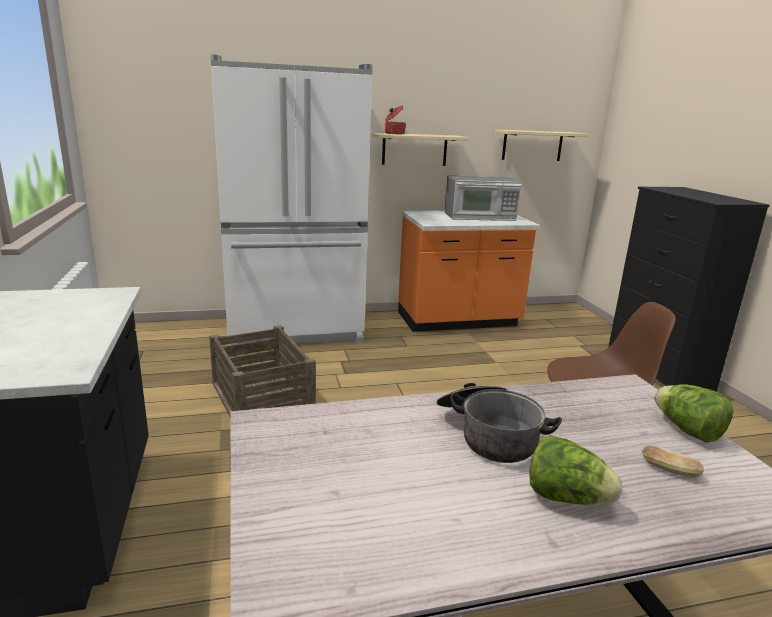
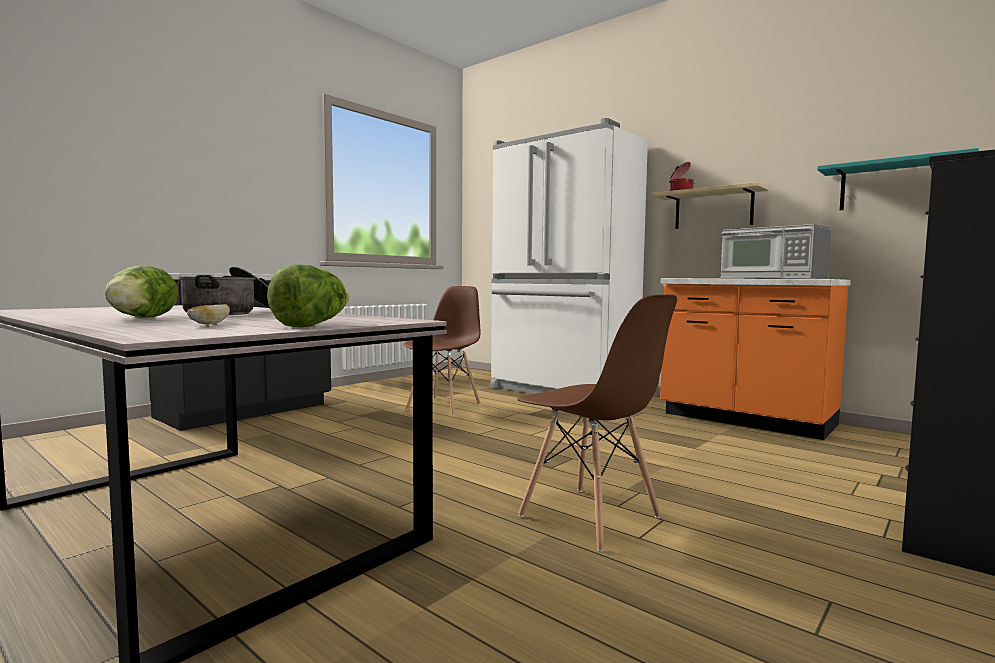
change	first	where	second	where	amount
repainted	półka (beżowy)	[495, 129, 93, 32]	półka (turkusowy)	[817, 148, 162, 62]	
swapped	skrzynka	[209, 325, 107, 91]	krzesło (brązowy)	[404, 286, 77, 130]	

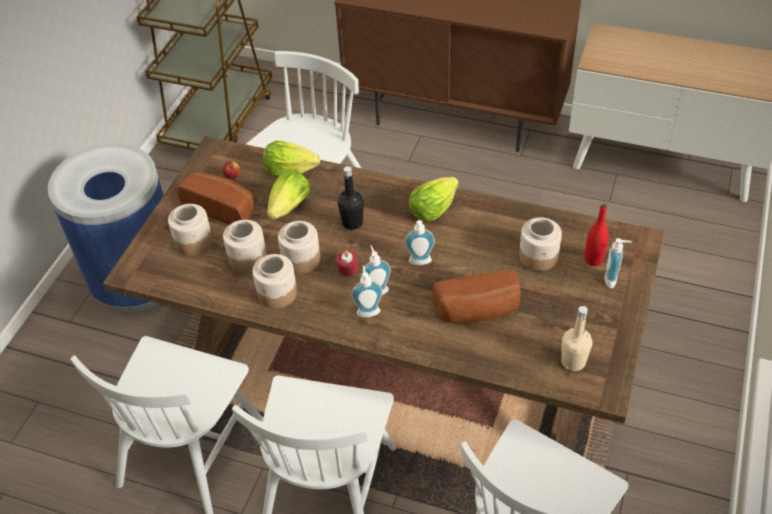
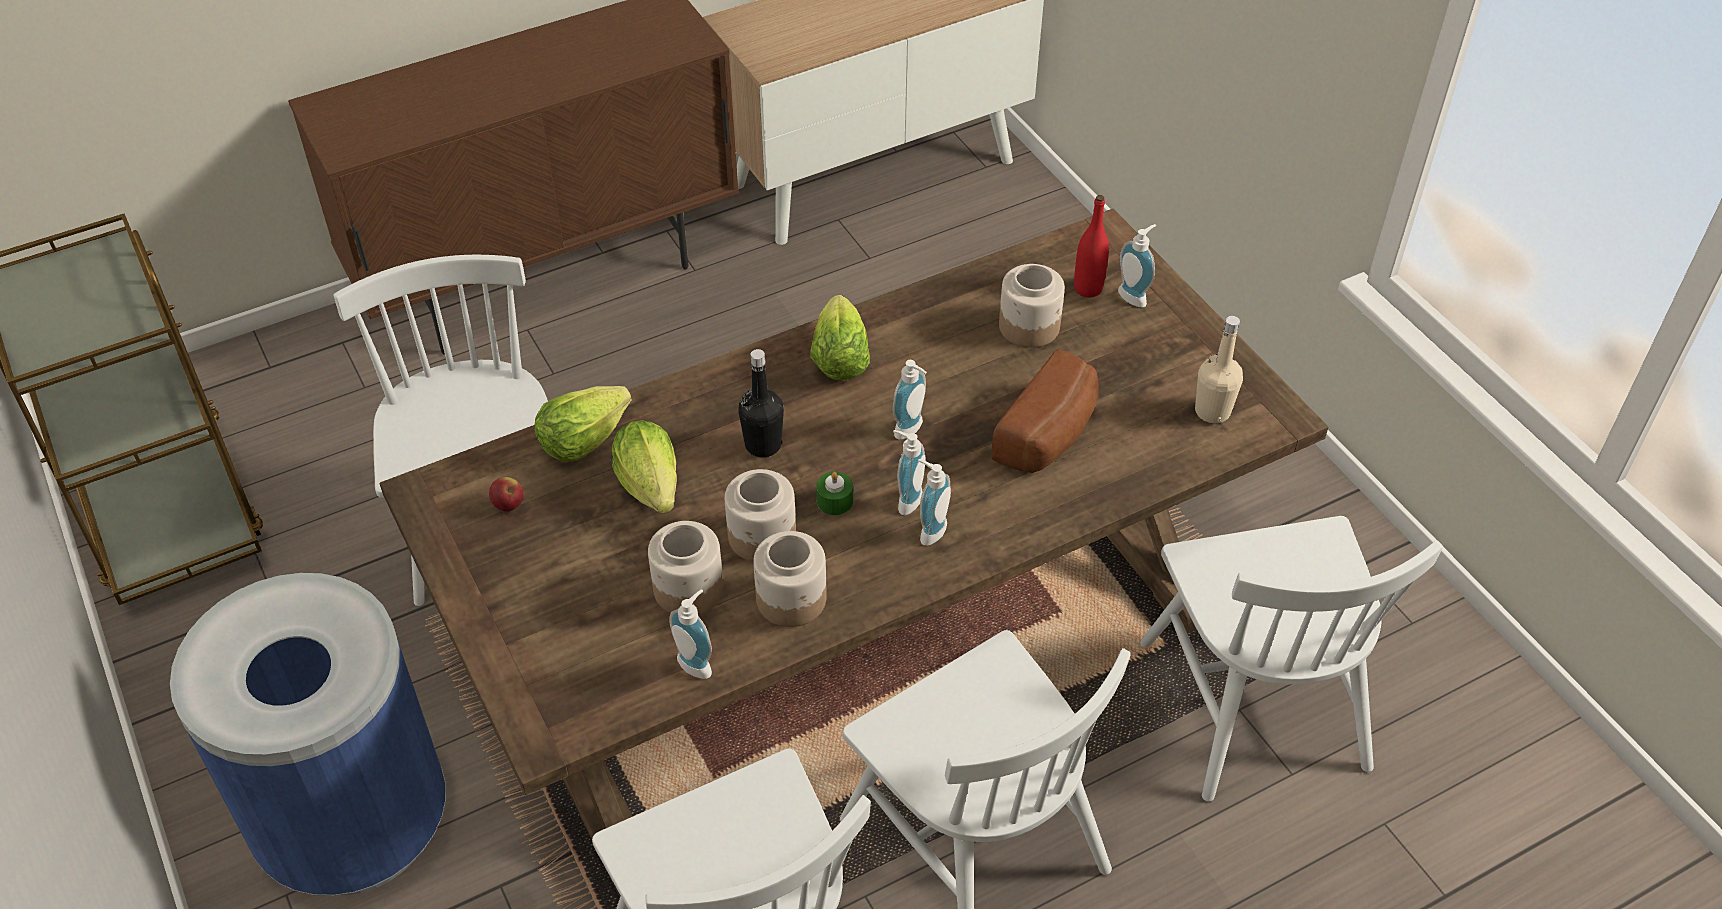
change	first	where	second	where	amount
gone	chleb	[177, 172, 77, 53]			
gone	słoik	[168, 204, 45, 52]			
repainted	świeca (czerwony)	[336, 250, 23, 26]	świeca (zielony)	[816, 472, 37, 43]	
new			dozownik mydła	[669, 589, 43, 90]	

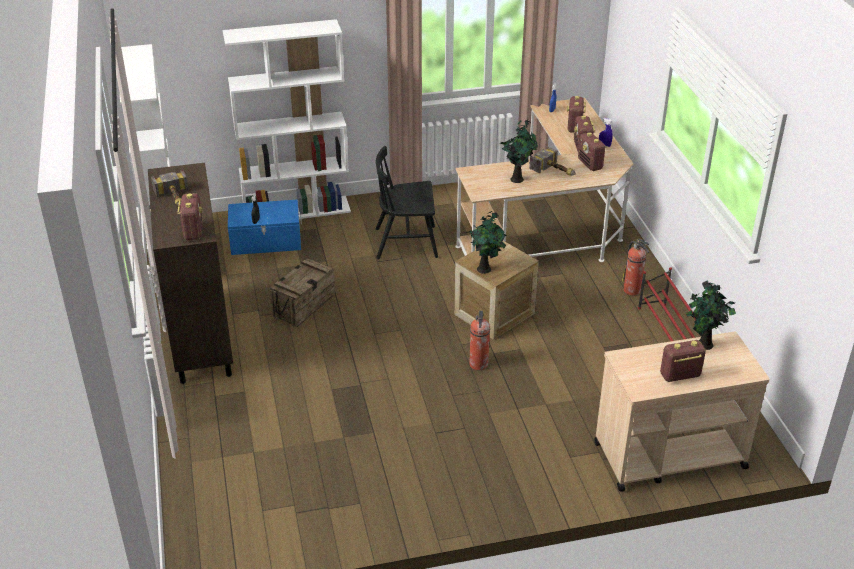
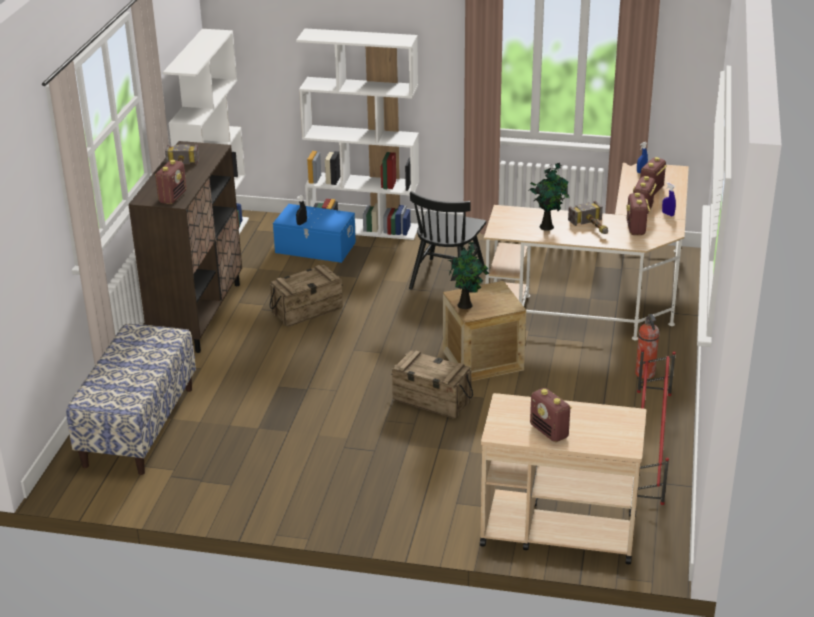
change	first	where	second	where	amount
rotated	krzesło (czarny)	[376, 146, 62, 113]		[409, 191, 77, 98]	90 degrees counterclockwise
gone	roślina doniczkowa	[686, 280, 50, 70]			
swapped	gaśnica	[469, 311, 21, 59]	skrzynka	[391, 350, 82, 69]	
rotated	radio	[660, 340, 46, 42]		[530, 388, 42, 54]	135 degrees counterclockwise
new			ławka	[66, 323, 130, 152]	

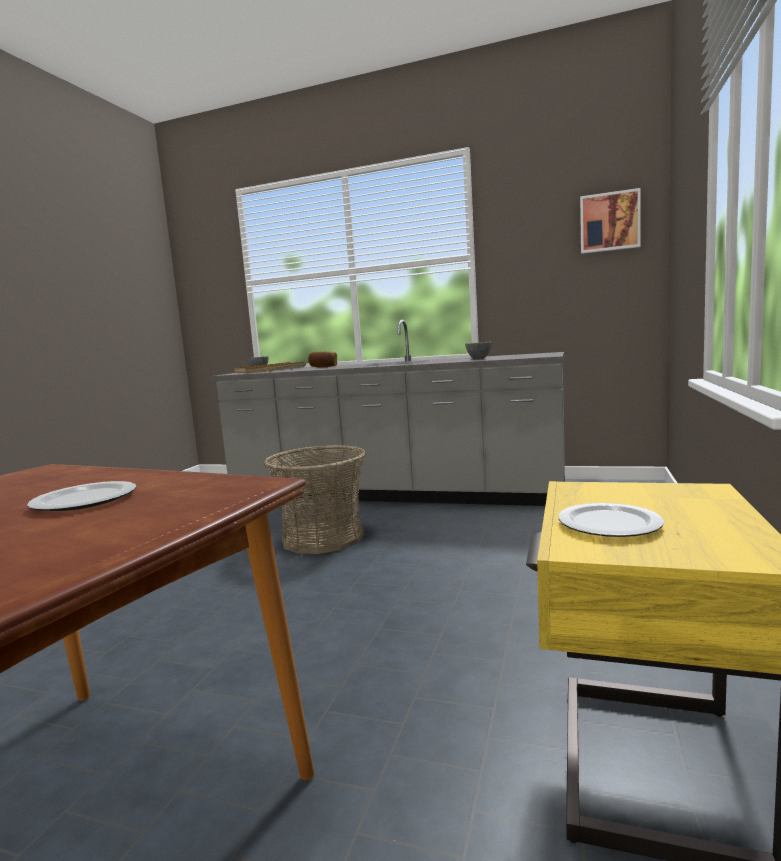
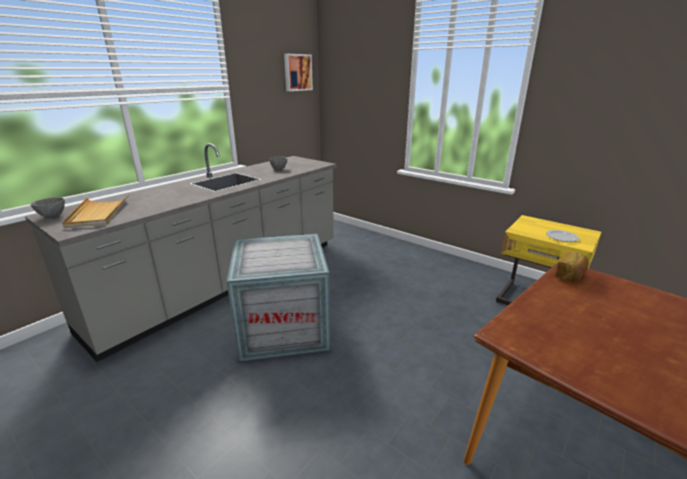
change	first	where	second	where	amount
shifted	chleb	[308, 351, 29, 16]		[555, 252, 33, 30]	
swapped	koszyk	[263, 445, 103, 109]	skrzynka	[227, 234, 104, 128]	
gone	talerz	[27, 481, 109, 30]			

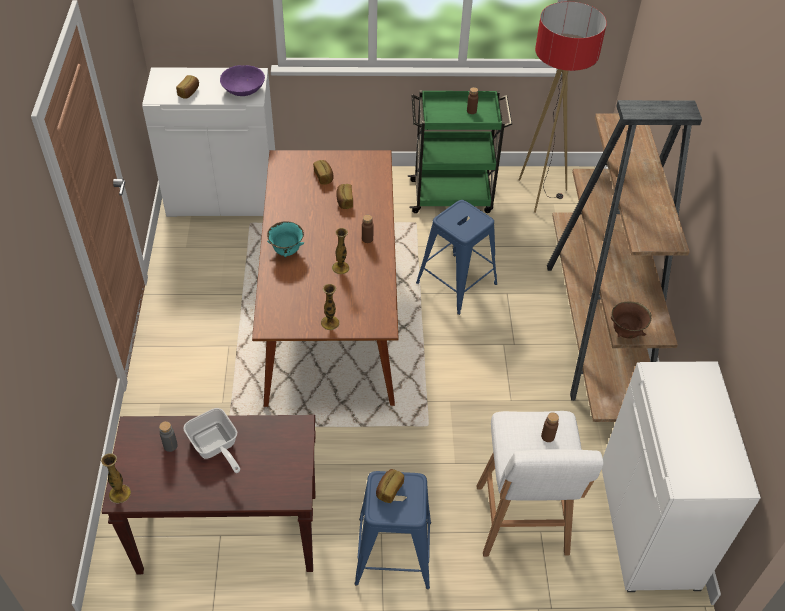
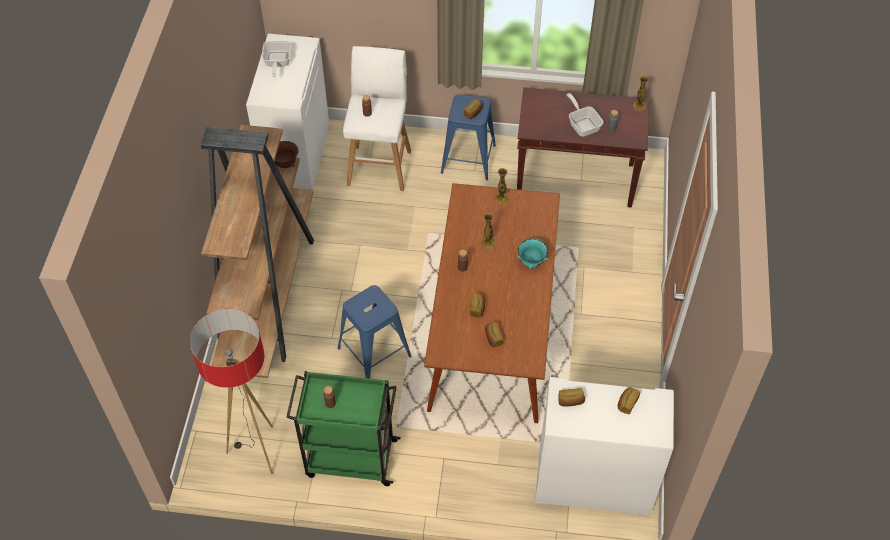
change	first	where	second	where	amount
swapped	miska (fioletowy)	[220, 65, 45, 31]	chleb	[558, 388, 27, 18]	
new			patelnia	[262, 41, 29, 36]	

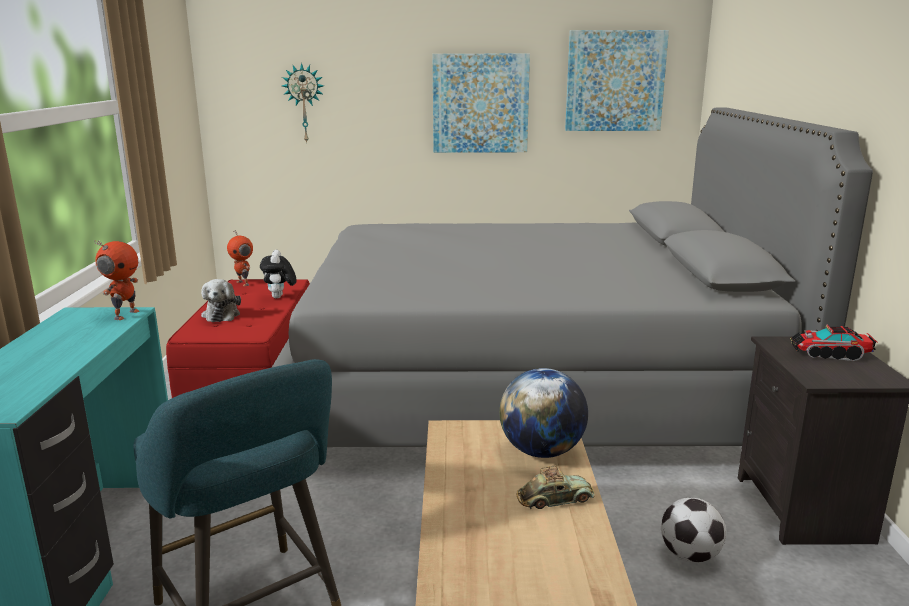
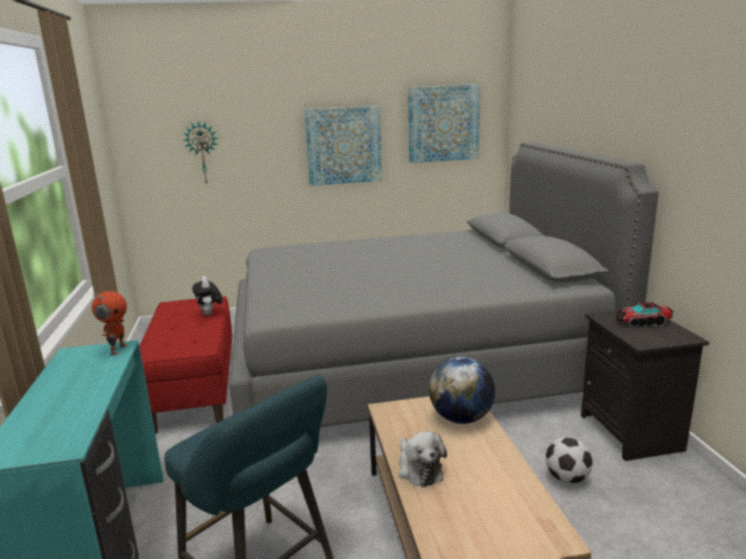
change	first	where	second	where	amount
gone	robot zabawkowy	[227, 230, 26, 56]			
shifted	pluszak	[201, 279, 40, 43]		[399, 431, 48, 56]	
gone	samochodzik	[517, 466, 78, 43]			

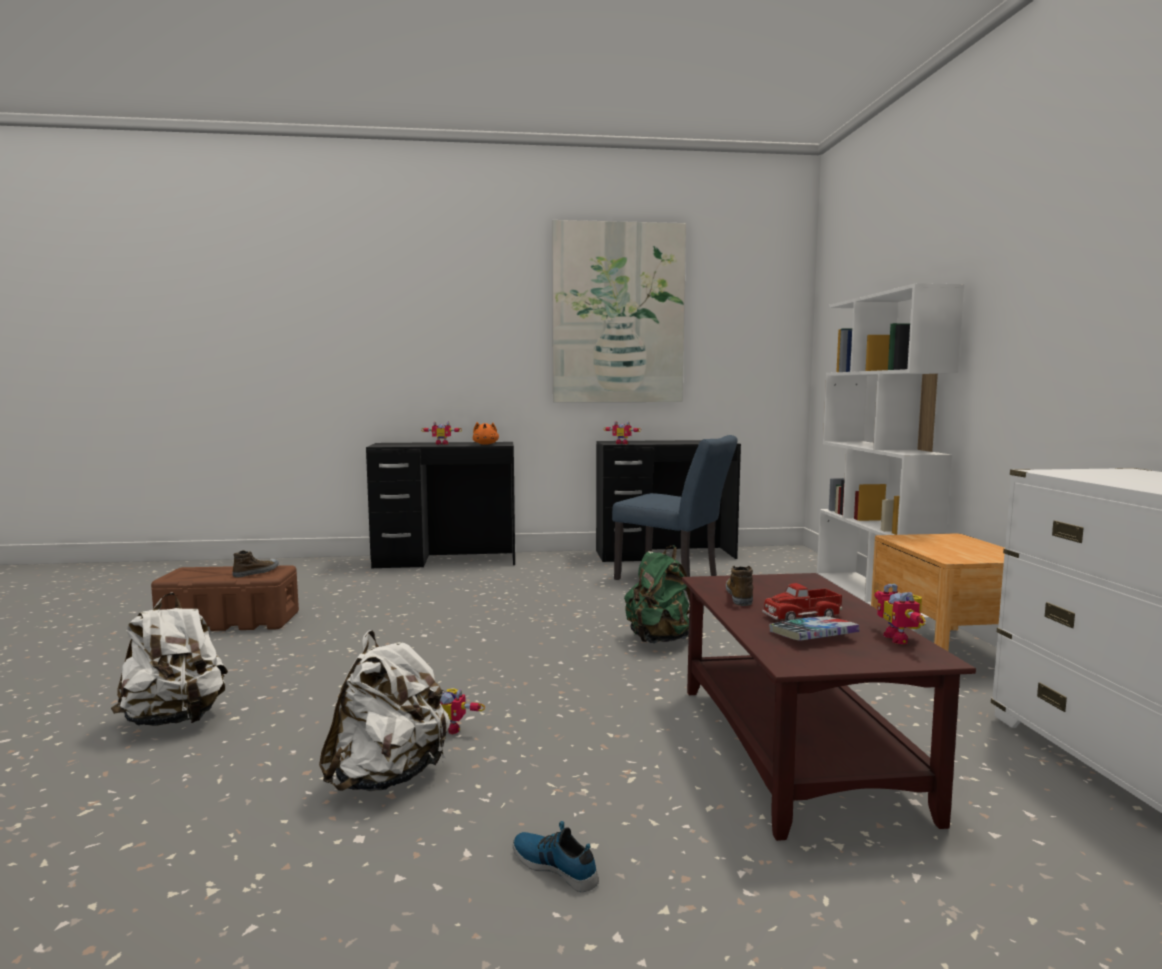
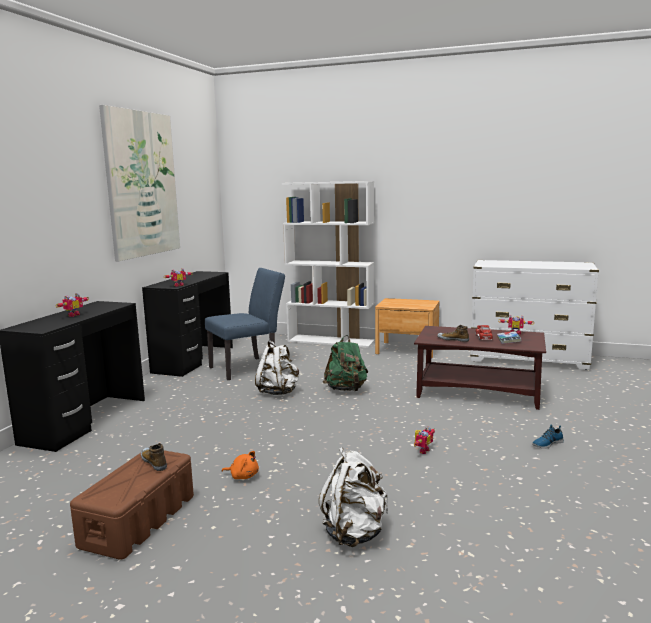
change	first	where	second	where	amount
shifted	pluszak (pomarańczowy)	[473, 422, 26, 23]		[222, 451, 37, 28]	
shifted	plecak (biały)	[319, 630, 131, 161]		[255, 340, 44, 55]	

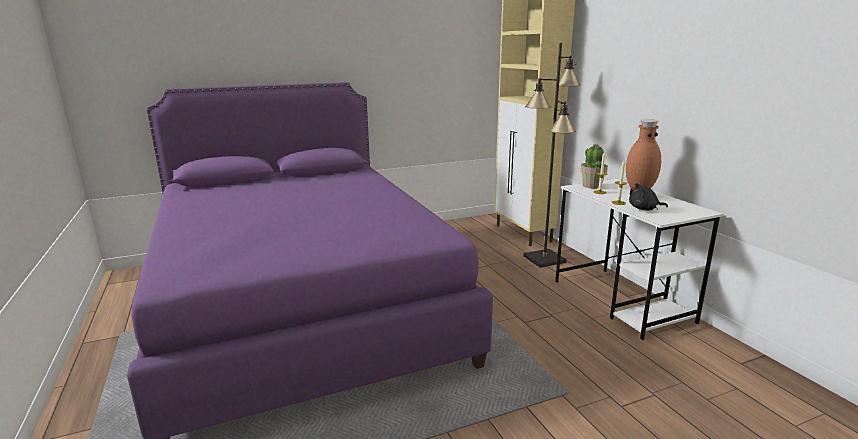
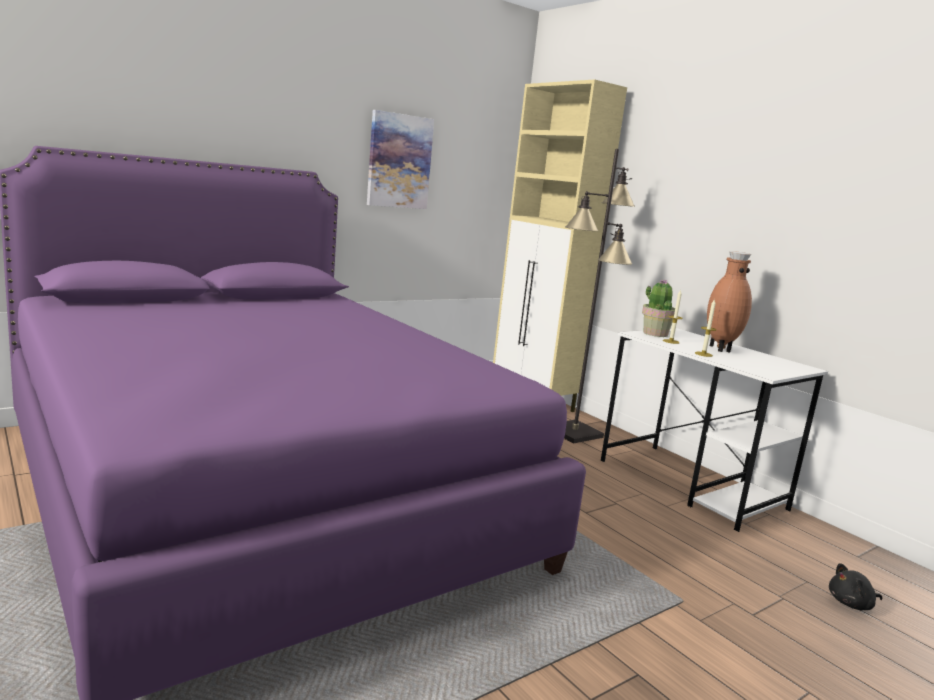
change	first	where	second	where	amount
shifted	pluszak (czarny)	[629, 183, 39, 27]		[829, 563, 54, 47]	
new			obraz	[367, 110, 67, 99]	

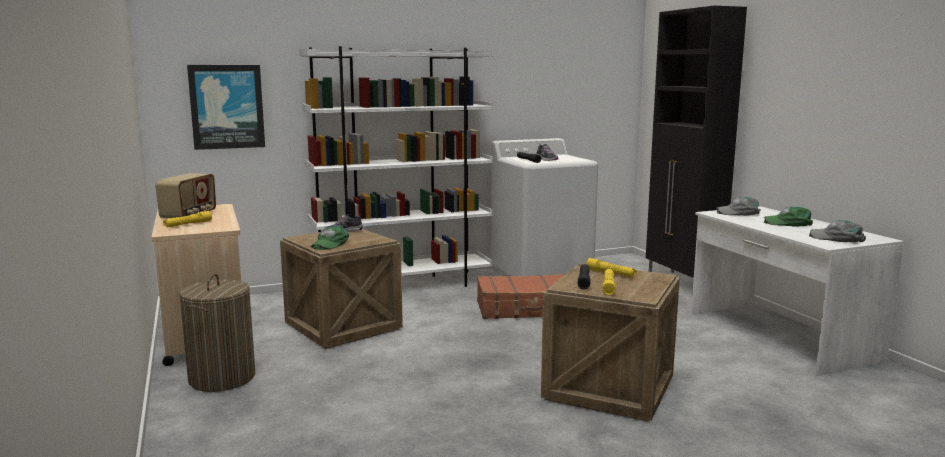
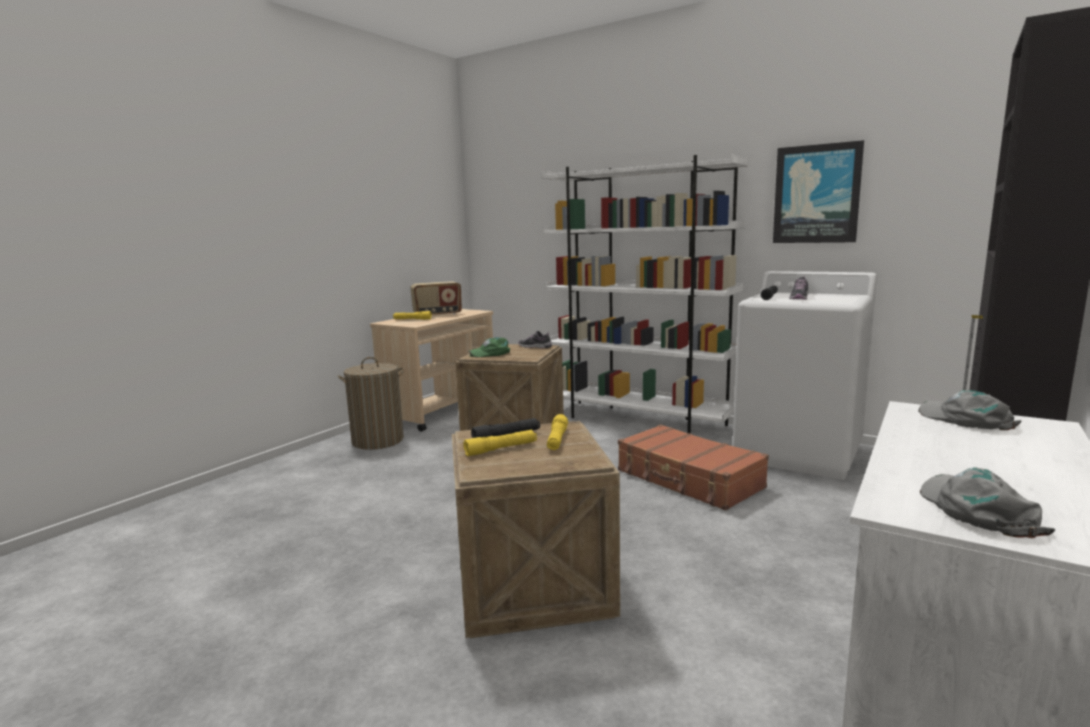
change	first	where	second	where	amount
shifted	obraz	[187, 65, 78, 85]		[773, 140, 91, 103]	
gone	czapka z daszkiem (zielony)	[764, 207, 49, 20]			

